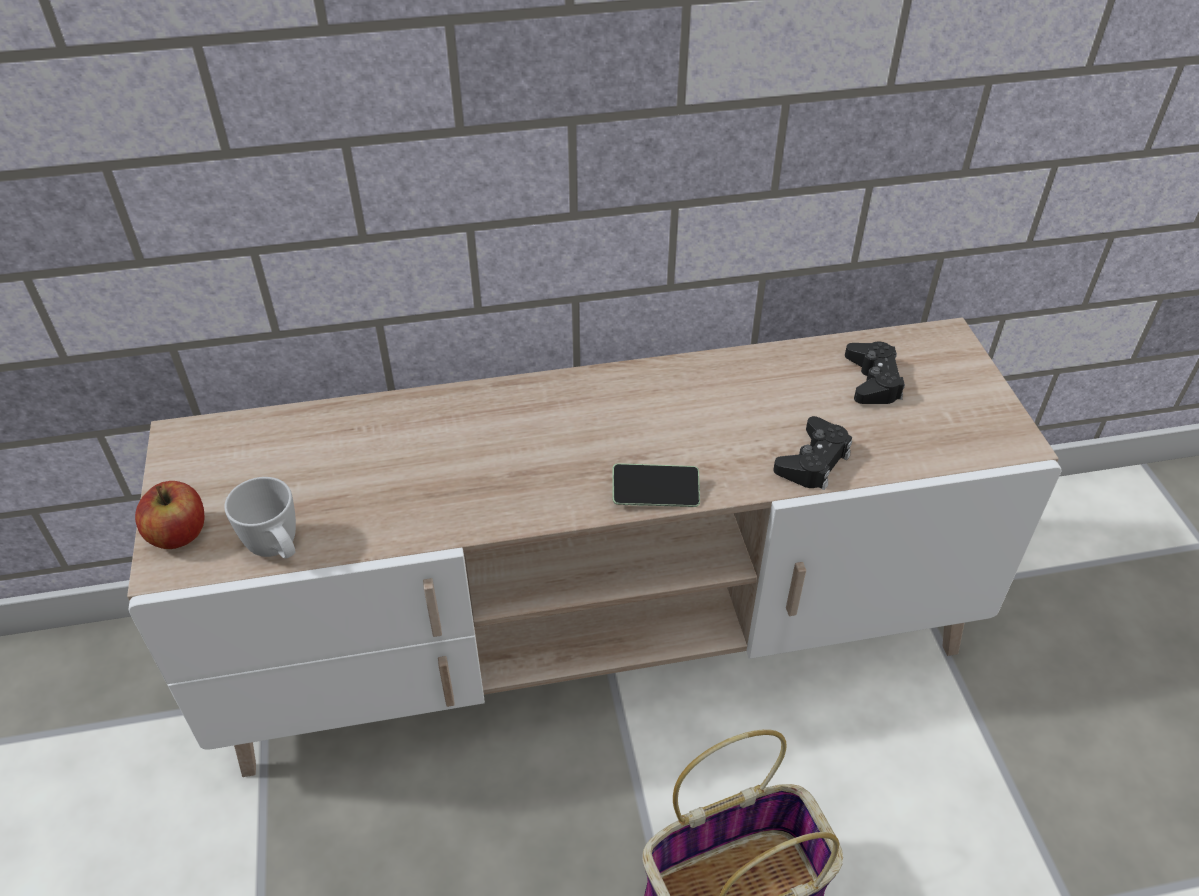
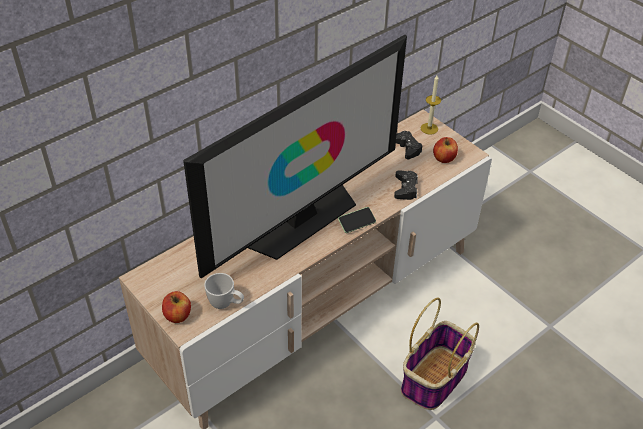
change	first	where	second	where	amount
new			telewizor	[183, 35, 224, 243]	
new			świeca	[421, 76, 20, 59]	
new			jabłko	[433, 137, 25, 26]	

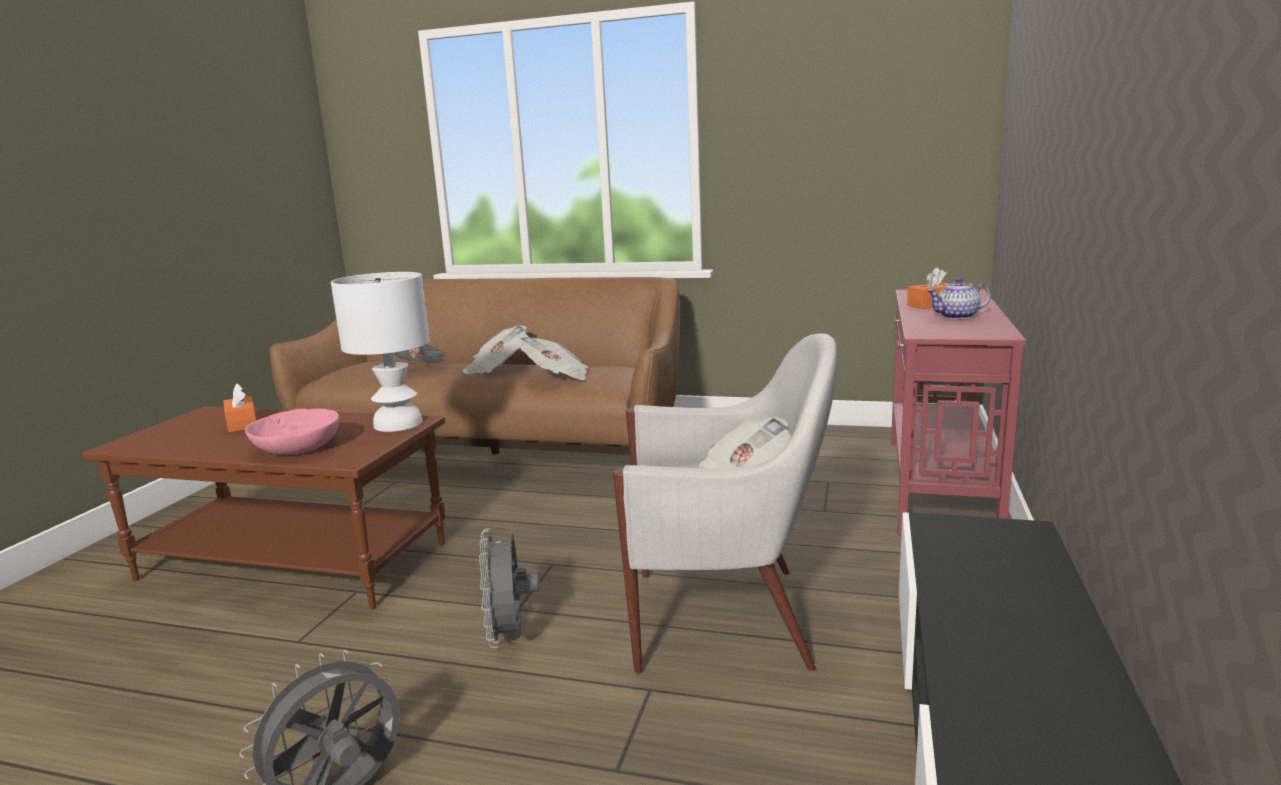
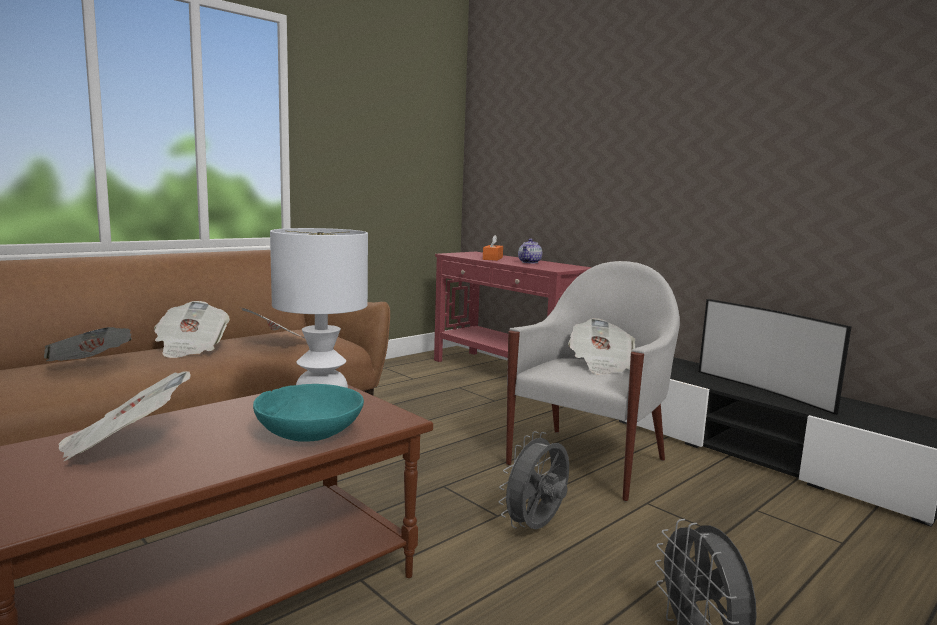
change	first	where	second	where	amount
swapped	pudełko chusteczek (pomarańczowy)	[223, 383, 34, 50]	gazeta	[58, 371, 132, 90]	
repainted	miska (różowy)	[245, 409, 94, 46]	miska (turkusowy)	[253, 384, 111, 58]	
rotated	wentylator (szary)	[479, 528, 61, 120]		[499, 431, 70, 98]	105 degrees clockwise
new			telewizor	[699, 299, 152, 116]	

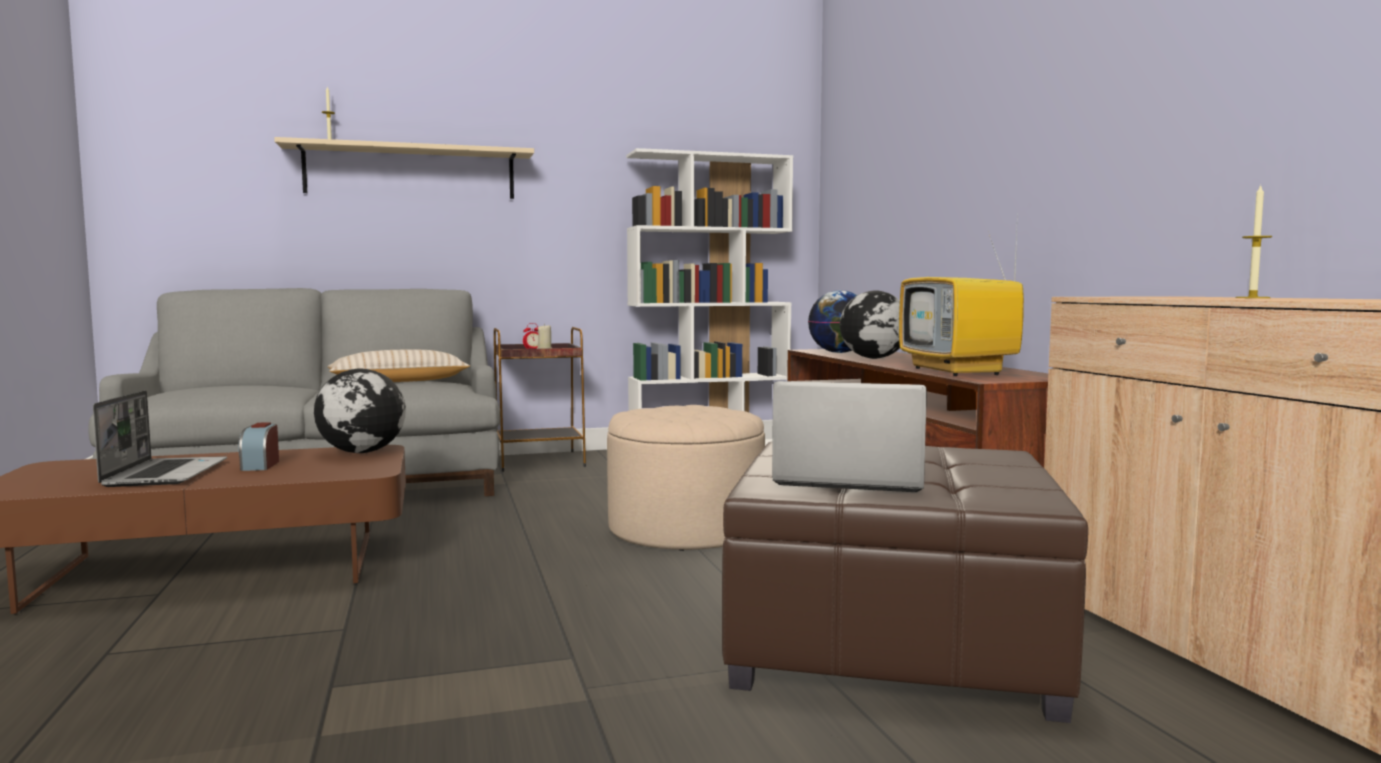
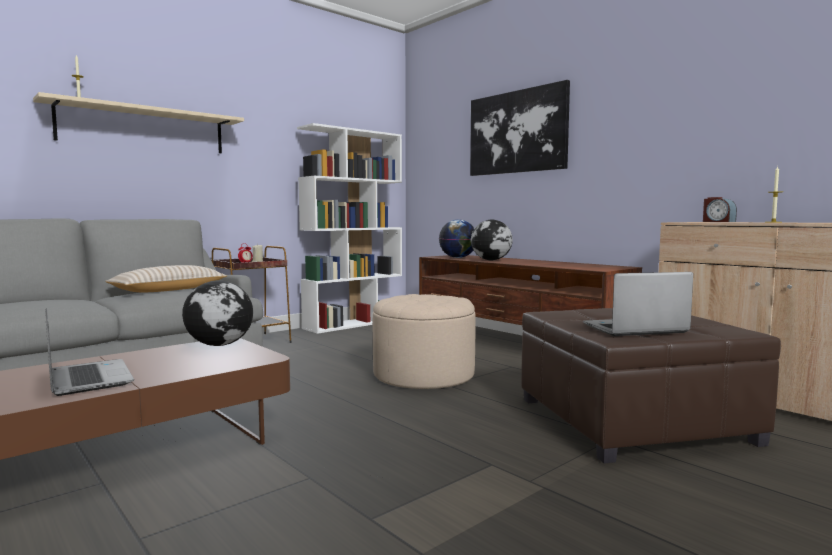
change	first	where	second	where	amount
gone	telewizor	[899, 210, 125, 166]			
shifted	budzik	[238, 422, 41, 49]		[703, 197, 34, 25]	
new			obraz	[470, 80, 100, 96]	

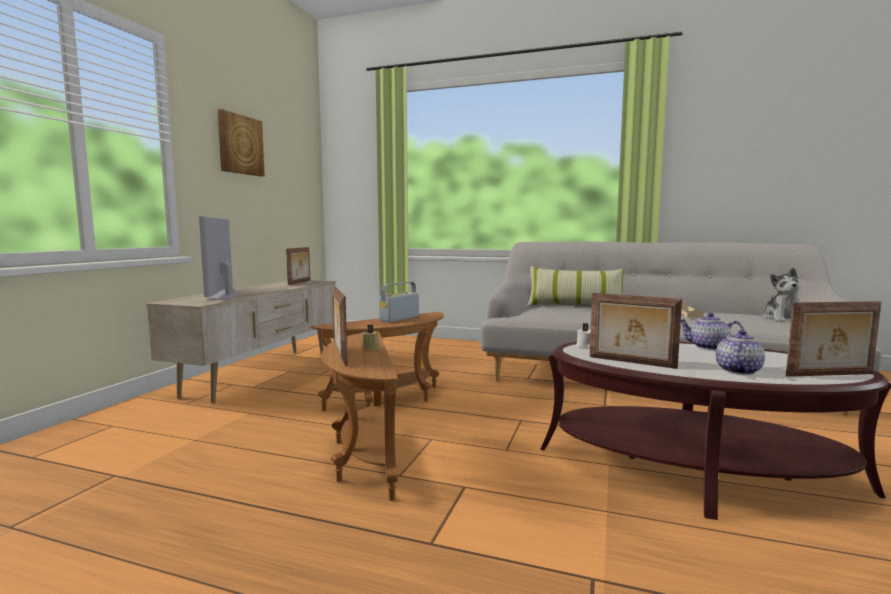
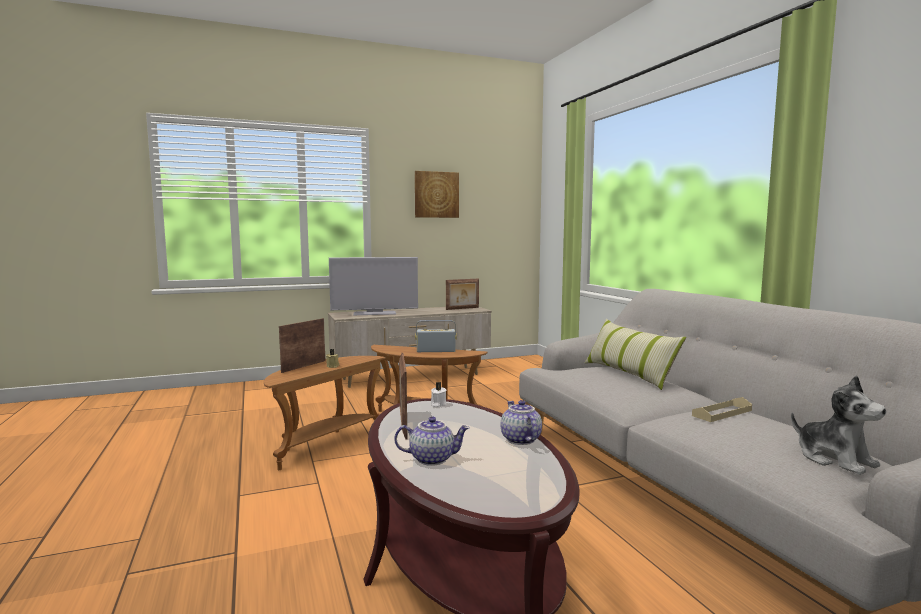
change	first	where	second	where	amount
rotated	telewizor	[199, 216, 41, 84]		[329, 257, 89, 58]	135 degrees counterclockwise
rotated	pluszak	[763, 268, 37, 54]		[791, 375, 95, 100]	90 degrees counterclockwise
gone	ramka na zdjęcie	[786, 301, 95, 76]			

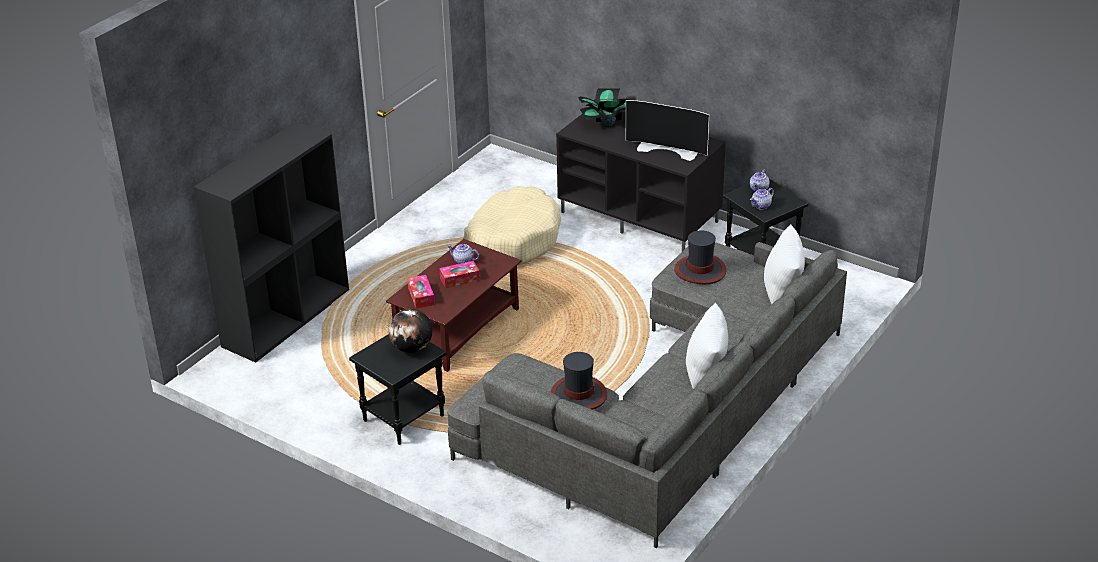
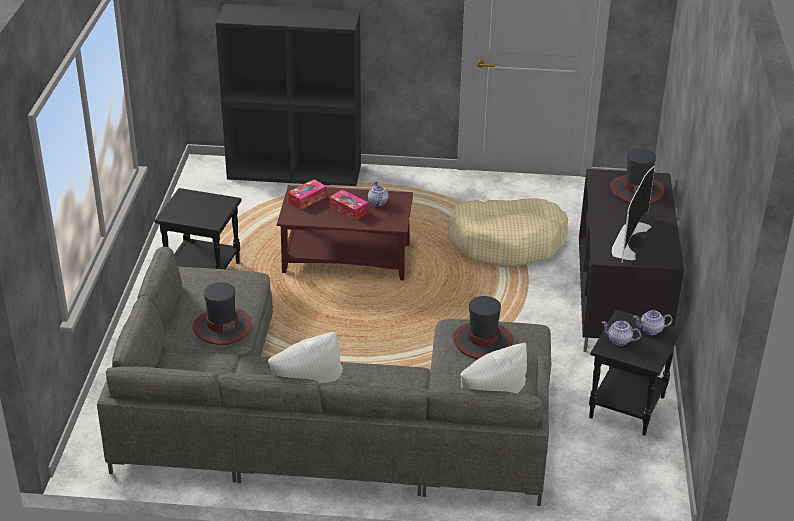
change	first	where	second	where	amount
swapped	roślina doniczkowa	[578, 88, 52, 38]	kapelusz	[610, 148, 54, 56]	
rotated	telewizor	[626, 100, 83, 61]		[612, 166, 43, 97]	150 degrees counterclockwise
gone	globus	[388, 309, 45, 44]			

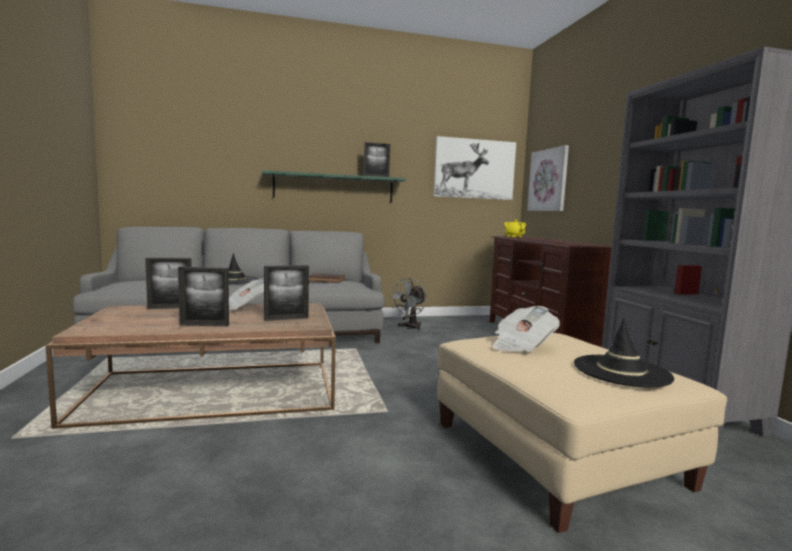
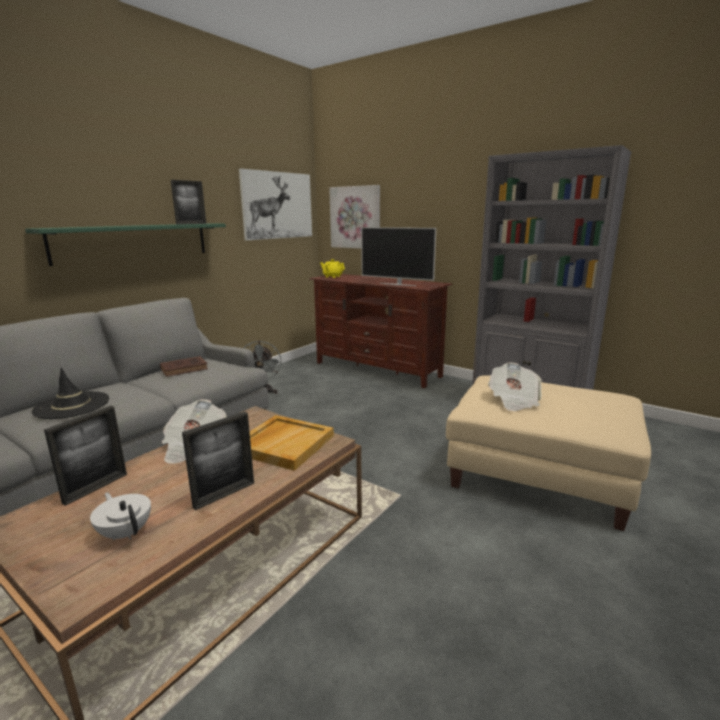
change	first	where	second	where	amount
swapped	ramka na zdjęcie	[264, 265, 45, 56]	taca (beżowy)	[250, 415, 84, 56]	
gone	kapelusz (czarny)	[574, 318, 100, 69]			
new			telewizor	[361, 227, 75, 59]	
new			imbryk (biały)	[90, 492, 61, 48]	

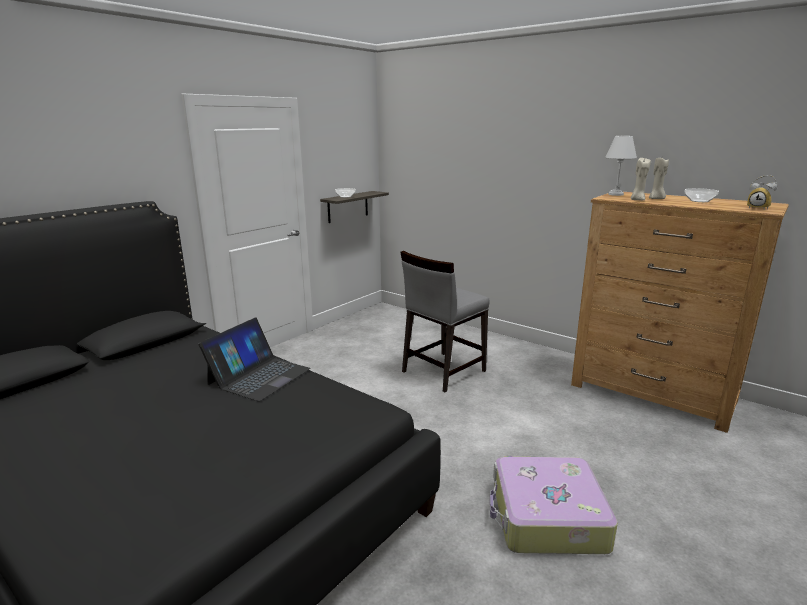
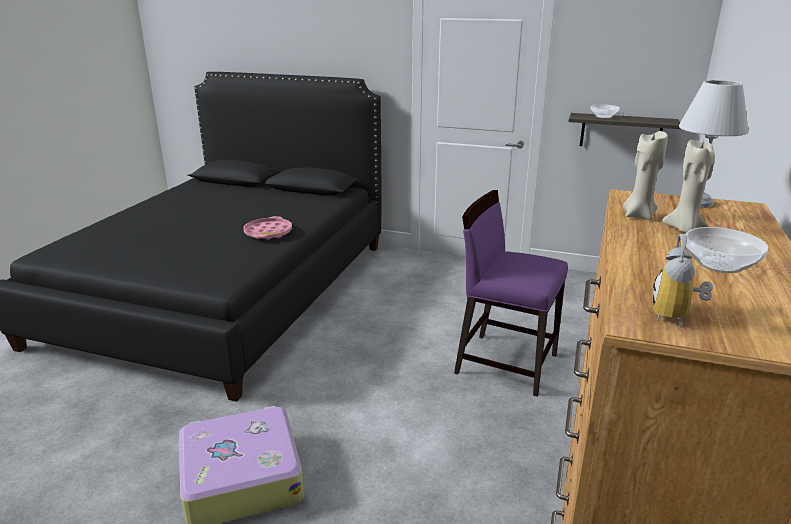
change	first	where	second	where	amount
repainted	krzesło (szary)	[400, 251, 90, 141]	krzesło (fioletowy)	[454, 190, 114, 207]	
swapped	laptop	[198, 317, 113, 84]	taca (różowy)	[244, 216, 48, 24]	

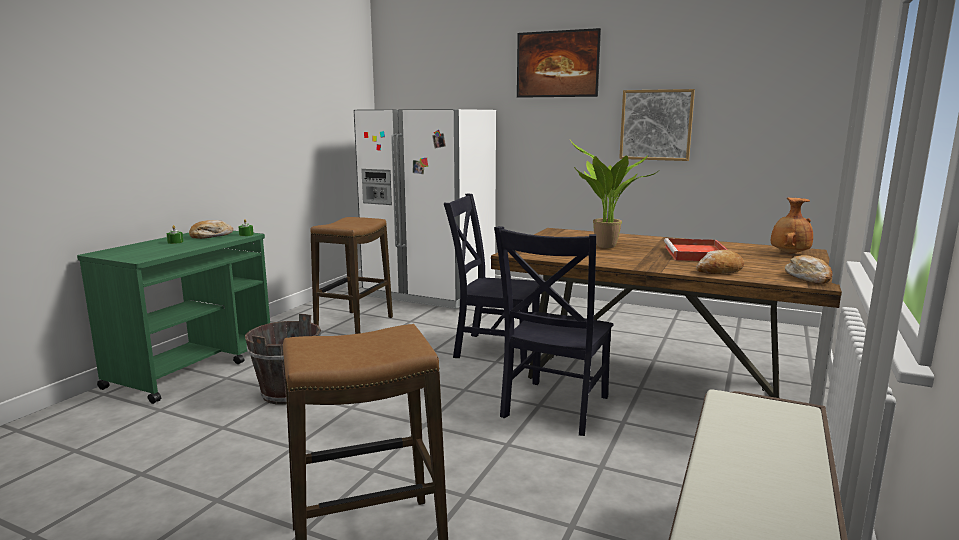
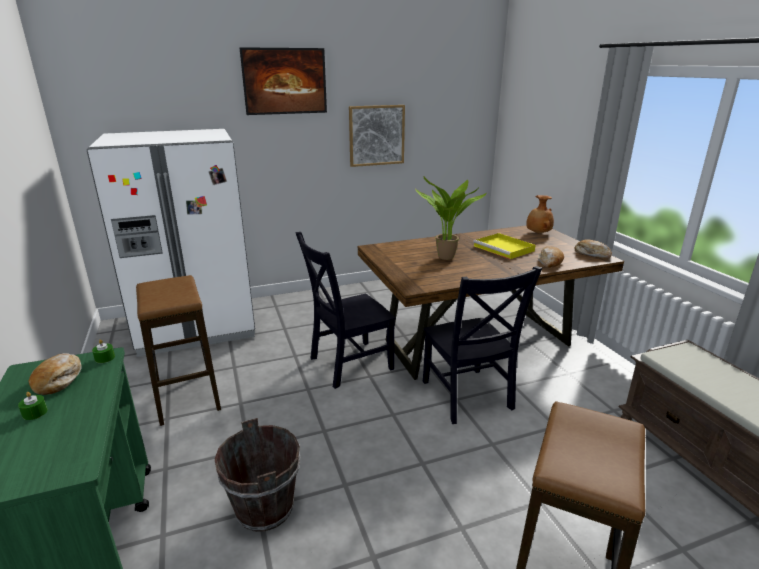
change	first	where	second	where	amount
repainted	taca (czerwony)	[664, 238, 64, 23]	taca (żółty)	[473, 233, 62, 26]	

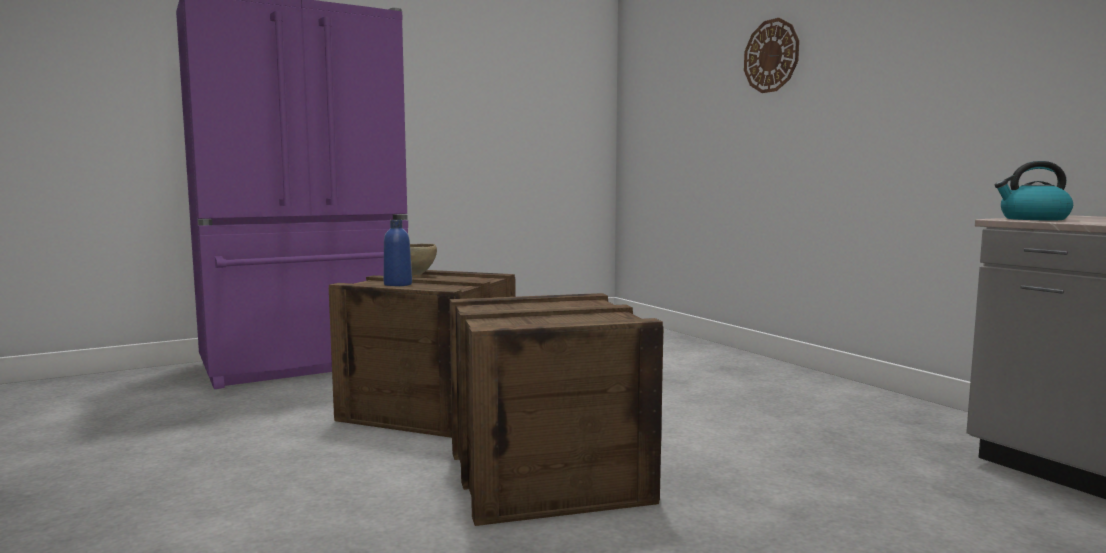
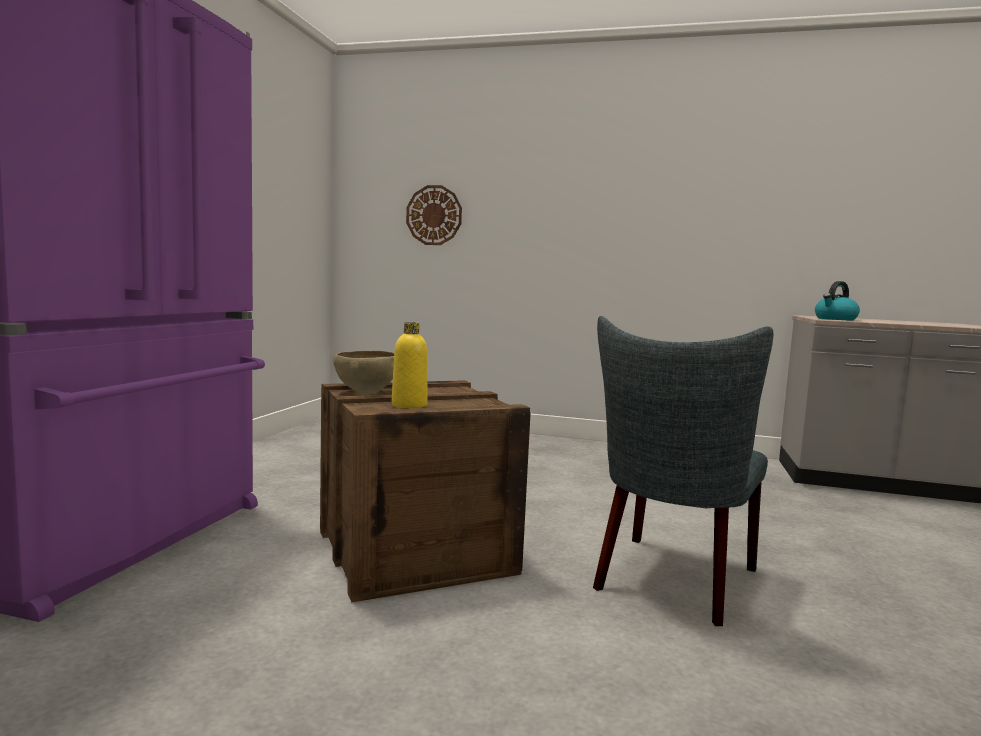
change	first	where	second	where	amount
shifted	zegar ścienny	[744, 18, 55, 75]		[406, 185, 56, 60]	
repainted	butelka (niebieski)	[384, 219, 28, 67]	butelka (żółty)	[392, 322, 36, 87]	
swapped	skrzynka	[449, 293, 215, 233]	krzesło (szary)	[593, 316, 180, 310]	

